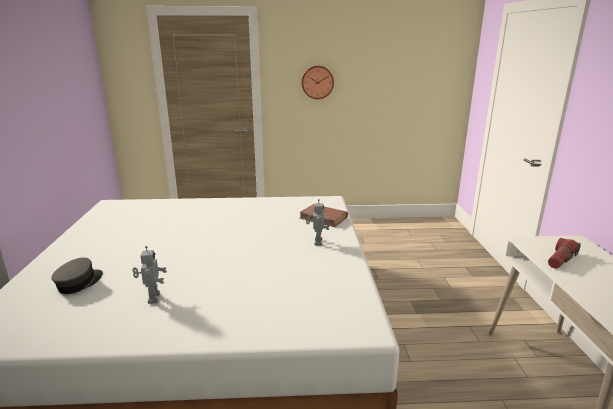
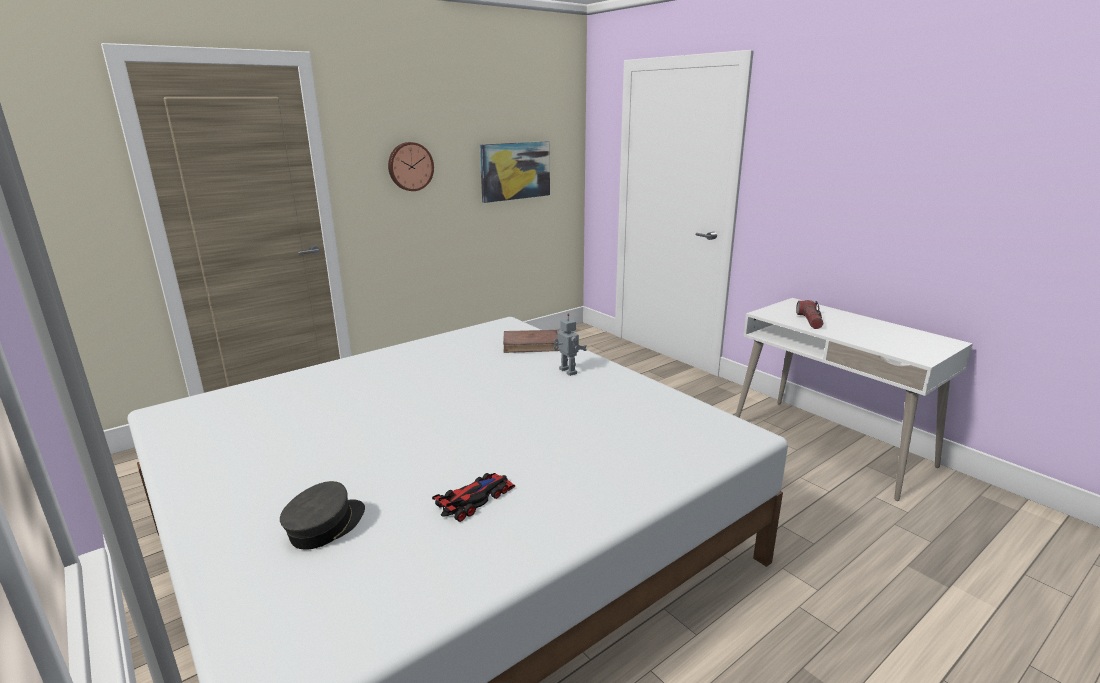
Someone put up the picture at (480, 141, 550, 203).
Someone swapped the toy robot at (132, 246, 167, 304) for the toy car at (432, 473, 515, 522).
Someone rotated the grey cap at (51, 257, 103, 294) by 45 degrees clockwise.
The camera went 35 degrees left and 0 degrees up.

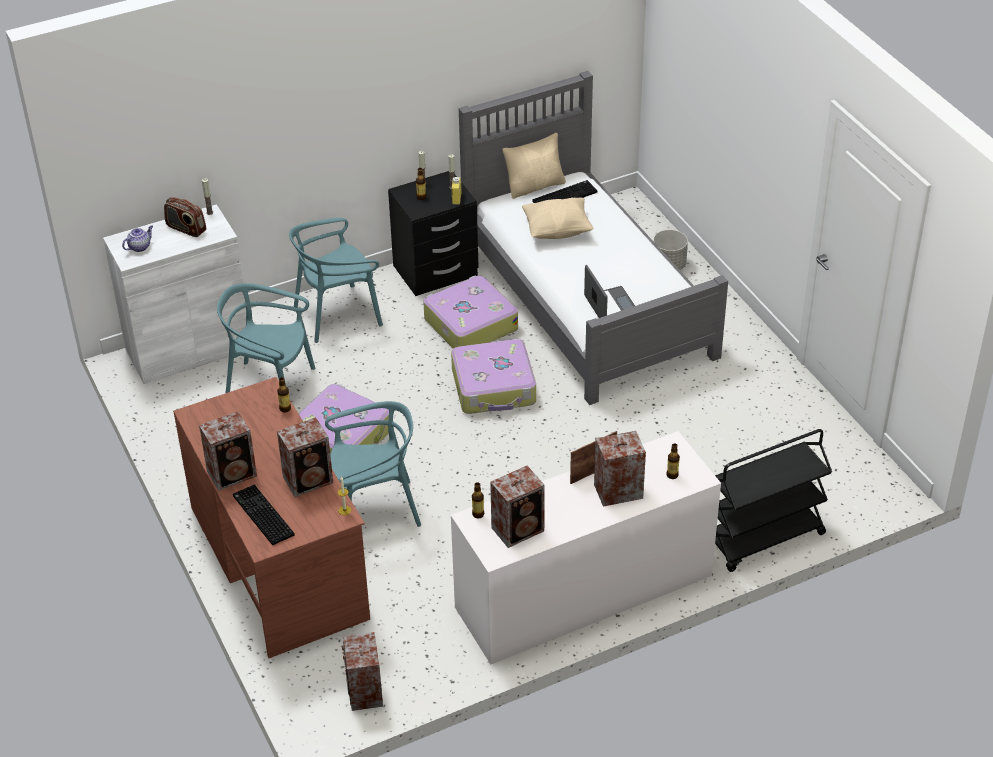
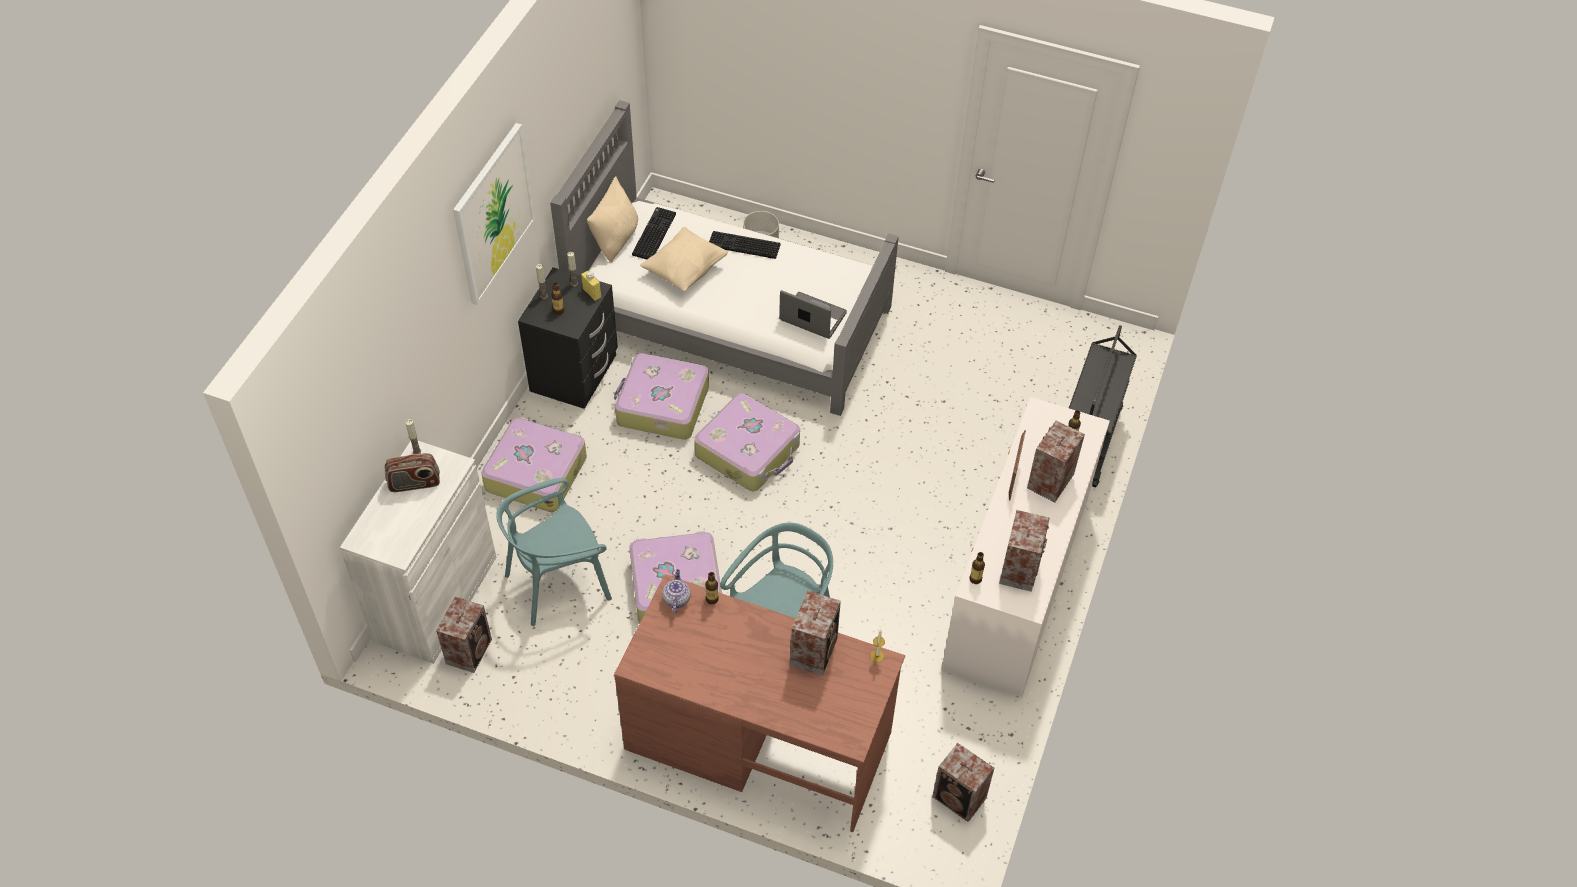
Someone put up the picture at (453, 123, 535, 305).
Someone carried the teapot from (122, 225, 153, 252) to (662, 569, 691, 614).
Someone carried the speaker from (199, 411, 257, 491) to (436, 597, 492, 673).
Someone carried the keyboard from (233, 485, 294, 545) to (709, 231, 780, 259).
Someone swapped the turquoise chair at (289, 218, 383, 343) for the suitcase at (481, 417, 587, 512).
The camera went 45 degrees left and 10 degrees up.

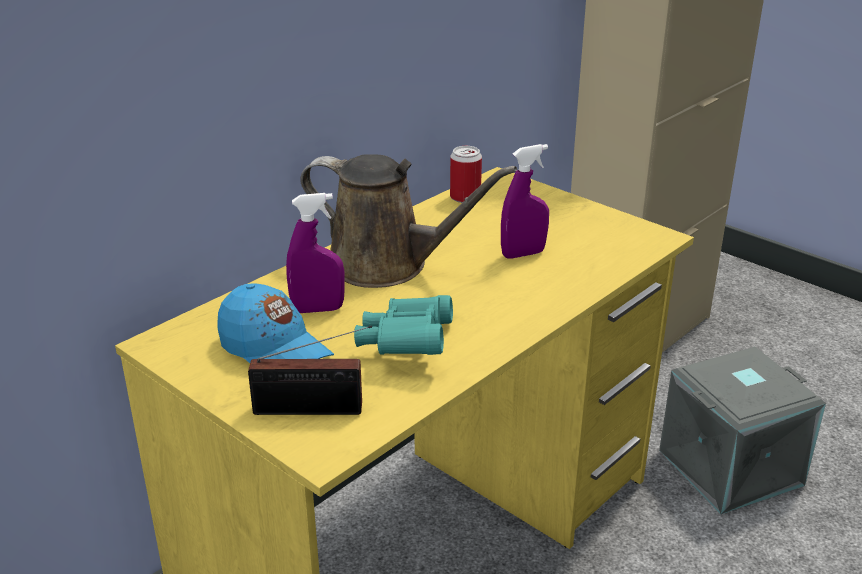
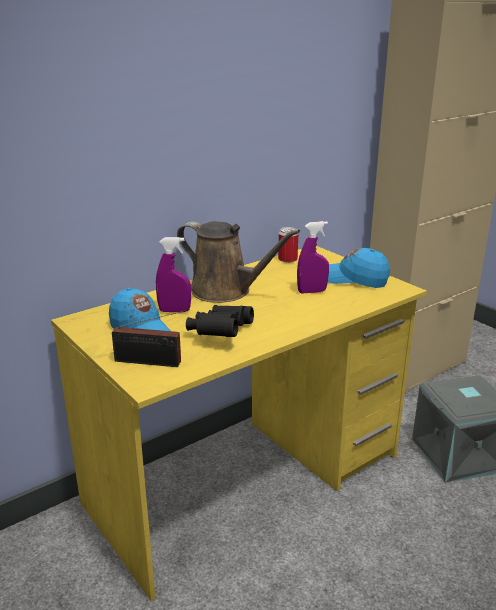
Someone put down the blue cap at (328, 248, 390, 288).
Someone repainted the turquoise binoculars at (354, 295, 453, 355), which became the black binoculars at (186, 305, 254, 337).
The camera went 10 degrees right and 5 degrees down.

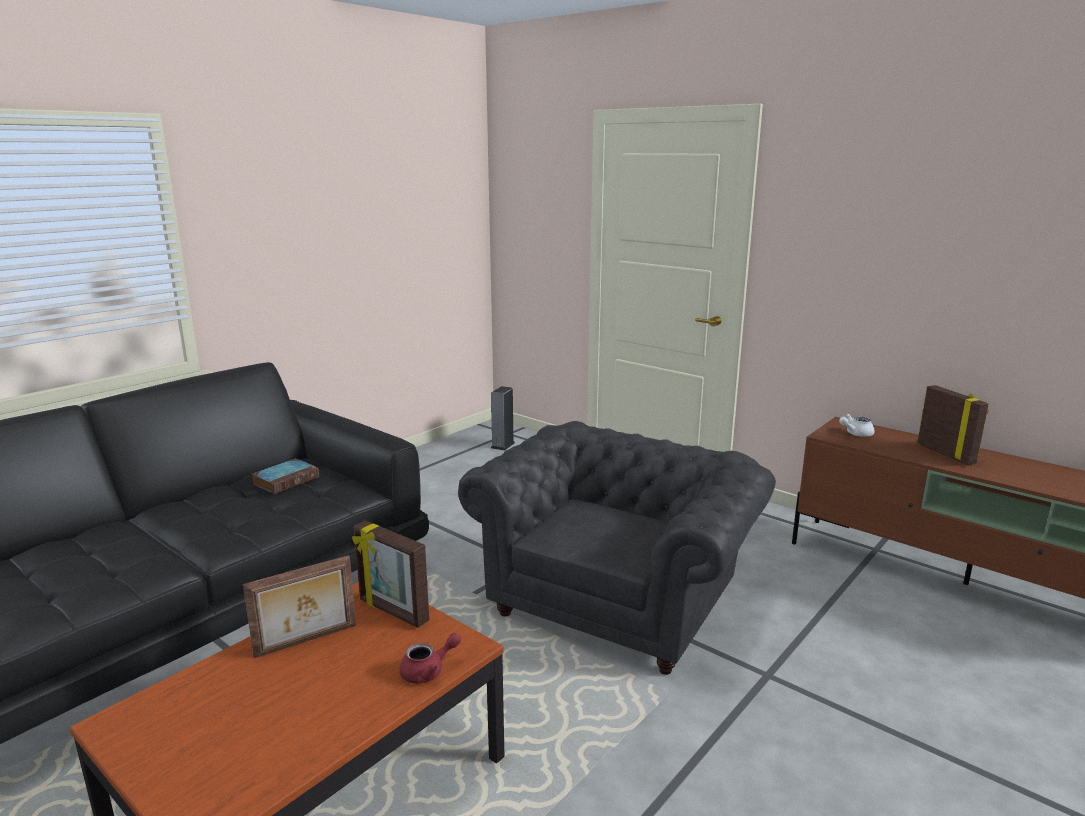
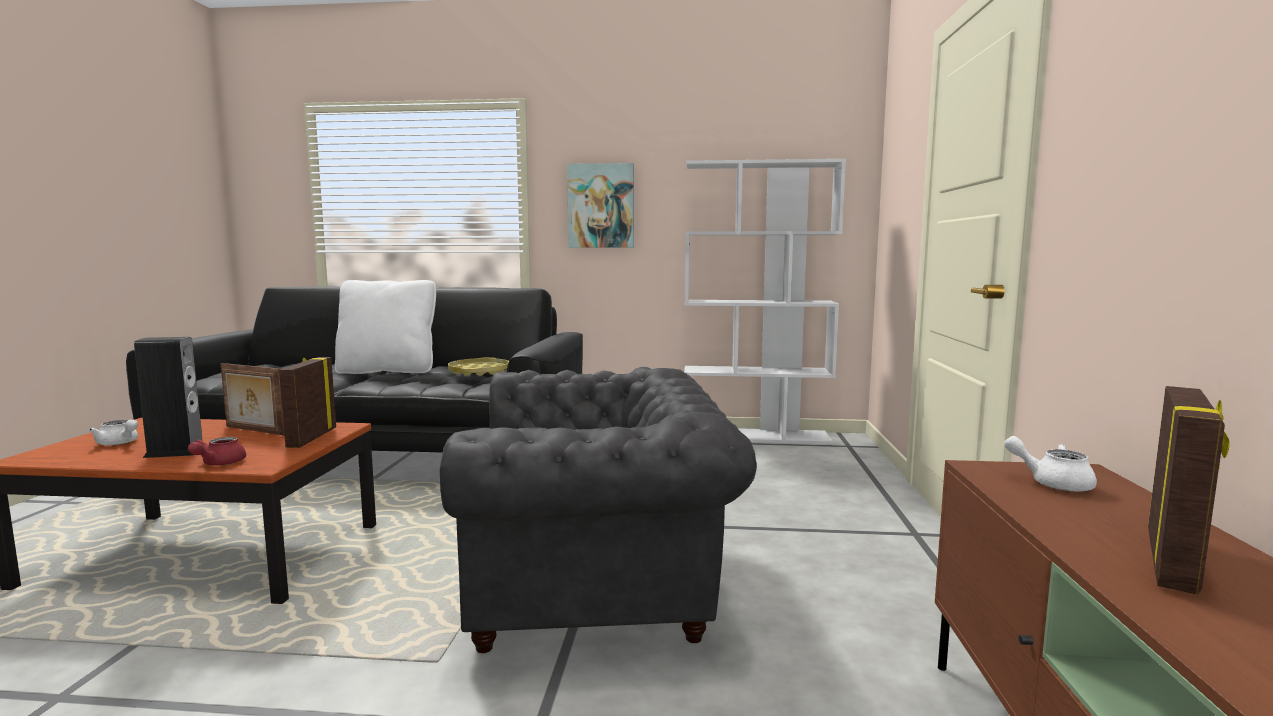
Someone put down the white teapot at (89, 419, 138, 446).
Someone put down the white pillow at (335, 280, 436, 374).
Someone put up the picture at (567, 163, 634, 248).
Someone put down the white bookcase at (684, 159, 846, 444).
Someone carried the speaker from (491, 386, 515, 451) to (134, 337, 203, 458).
Someone swapped the book at (252, 458, 319, 494) for the yellow tray at (448, 357, 509, 376).
Someone rotated the red teapot at (399, 633, 461, 684) by 75 degrees clockwise.
The camera went 55 degrees right and 10 degrees down.

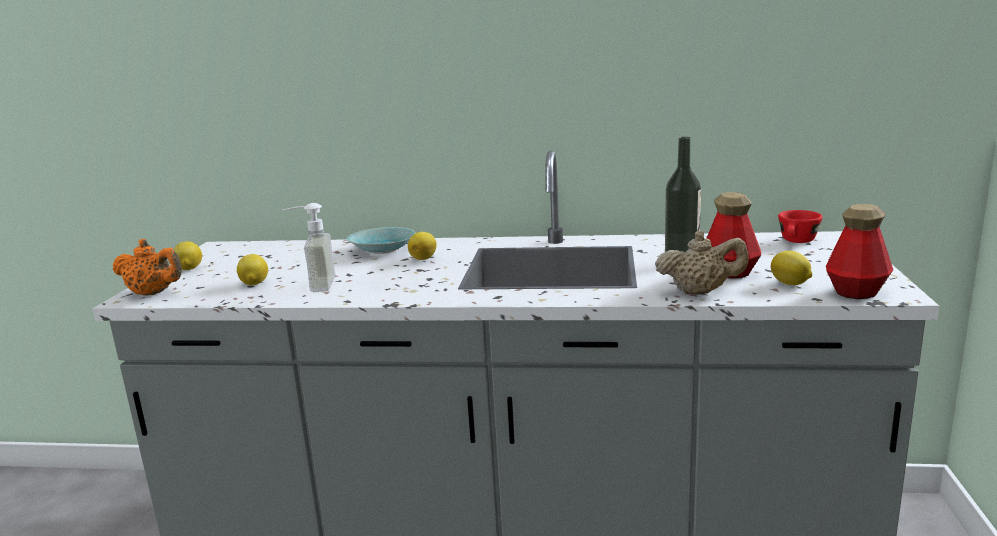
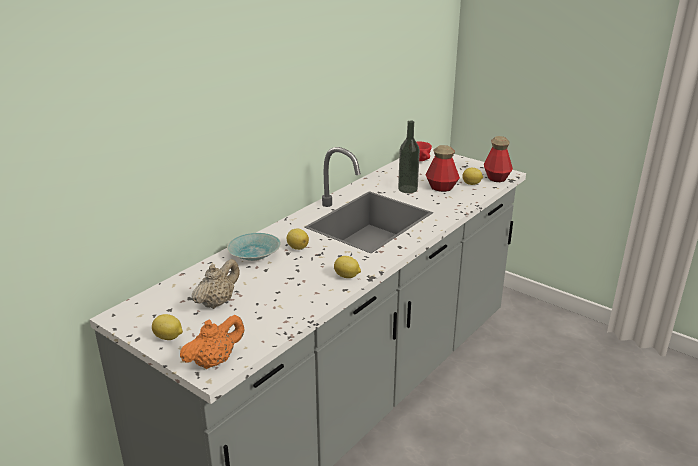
Someone took away the soap dispenser at (283, 203, 336, 292).
Someone carried the lemon from (237, 254, 268, 285) to (334, 256, 361, 278).
Someone carried the beige teapot from (655, 231, 748, 295) to (192, 259, 240, 309).
The camera went 60 degrees left and 10 degrees up.

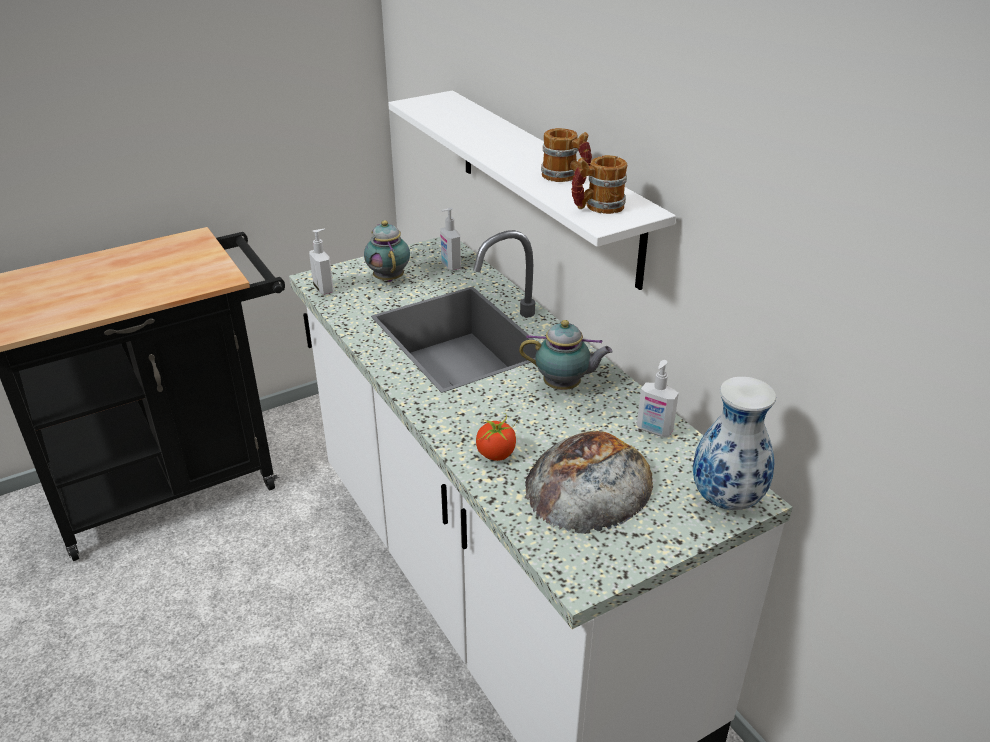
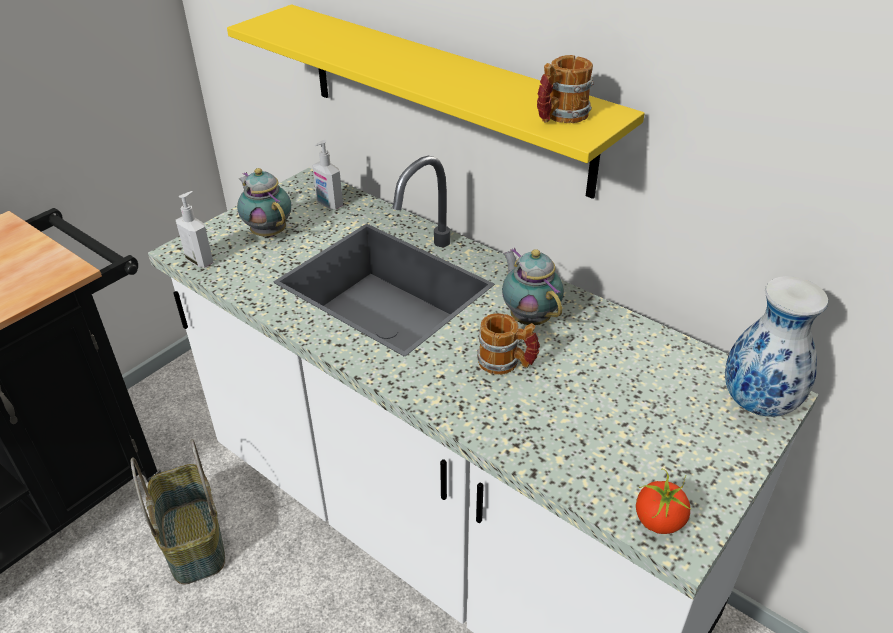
Someone took away the bread at (525, 431, 653, 534).
Someone took away the soap dispenser at (637, 360, 679, 436).
Someone put down the basket at (131, 439, 225, 585).
Someone carried the tomato from (476, 413, 518, 461) to (636, 469, 692, 534).
Someone carried the mug from (541, 128, 592, 182) to (477, 313, 540, 375).
Someone repainted the white shelf at (388, 91, 676, 290), which became the yellow shelf at (227, 5, 645, 199).
Someone rotated the teapot at (519, 320, 613, 390) by 105 degrees counterclockwise.
The camera went 20 degrees left and 5 degrees up.

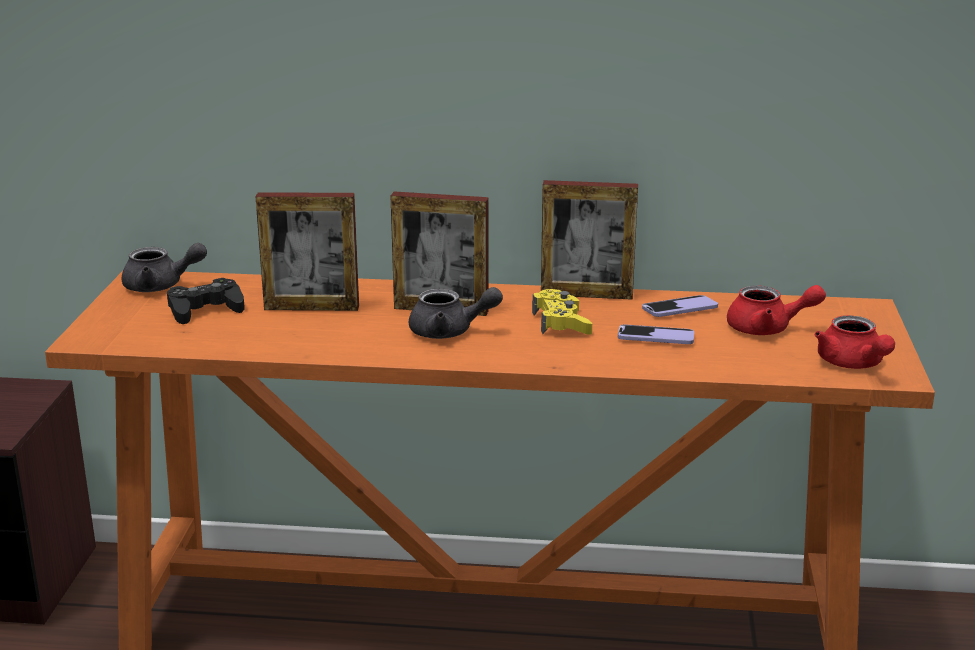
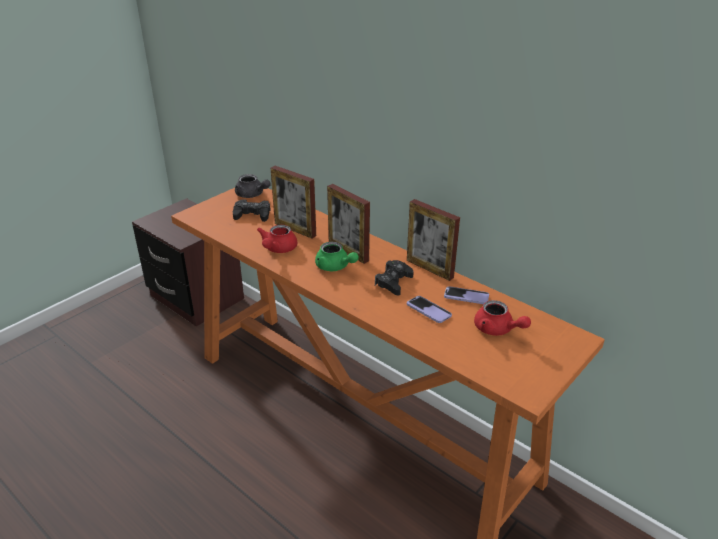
Someone carried the red teapot from (815, 315, 895, 369) to (257, 225, 297, 253).
Someone repainted the grey teapot at (409, 287, 503, 339), which became the green teapot at (315, 242, 359, 271).
Someone repainted the yellow game controller at (532, 289, 592, 335), which became the black game controller at (375, 260, 414, 295).
The camera went 35 degrees right and 10 degrees up.

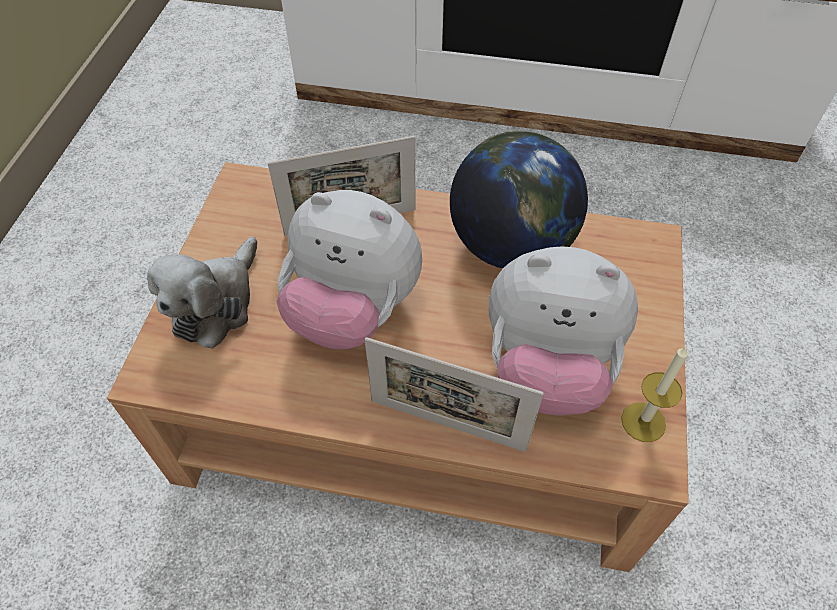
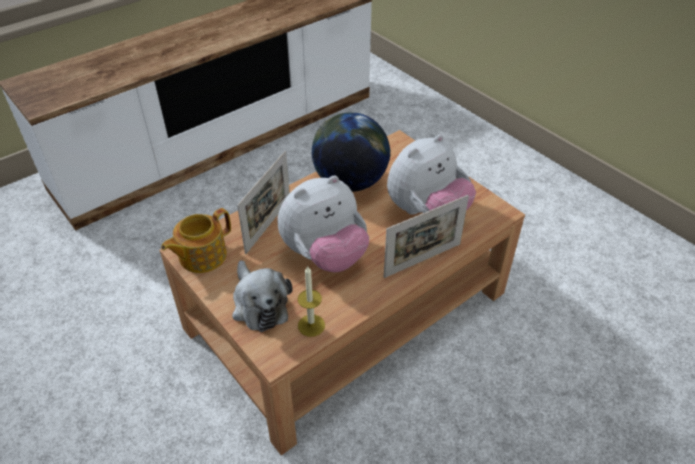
Someone put down the teapot at (161, 208, 231, 273).
Someone carried the candle from (621, 346, 688, 442) to (298, 265, 325, 337).
The camera went 50 degrees left and 10 degrees down.

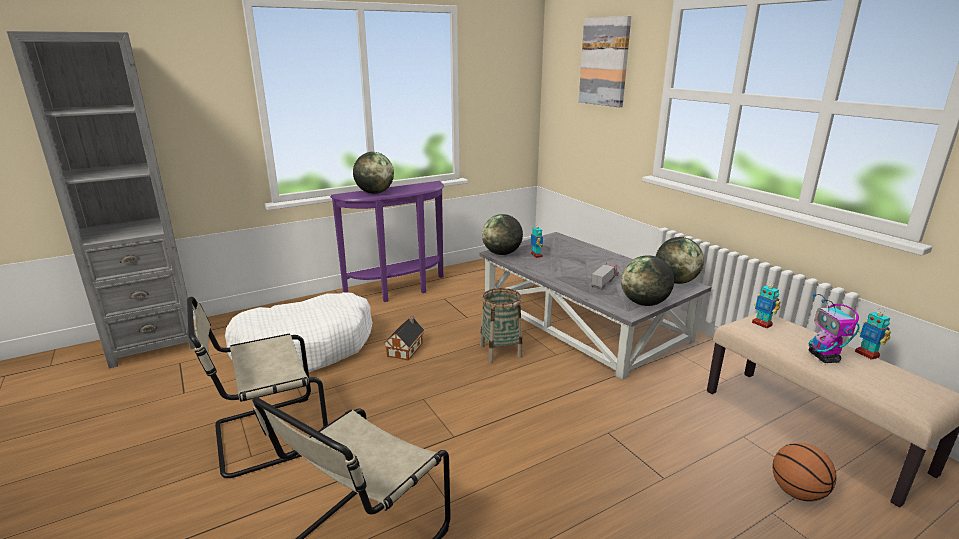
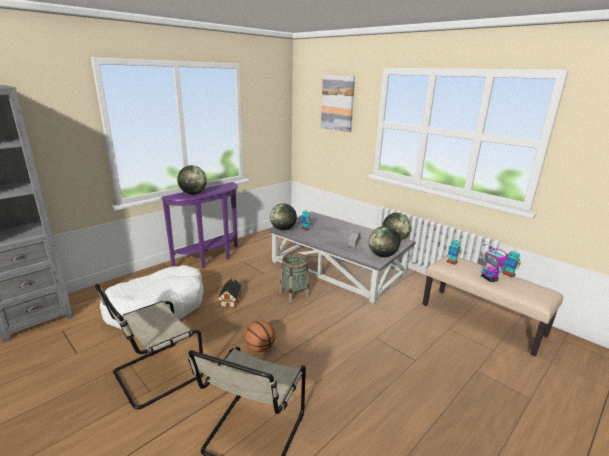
Someone carried the basketball from (772, 443, 837, 502) to (245, 321, 275, 352).
The camera went 15 degrees left and 0 degrees up.

